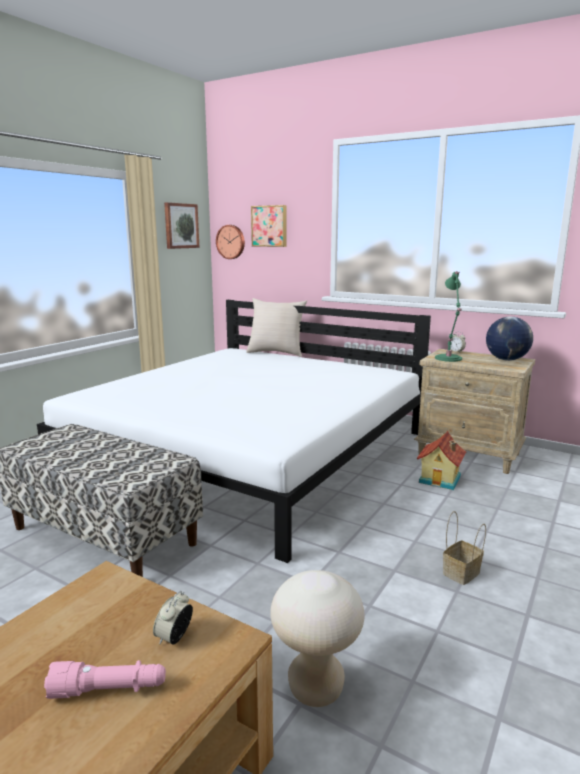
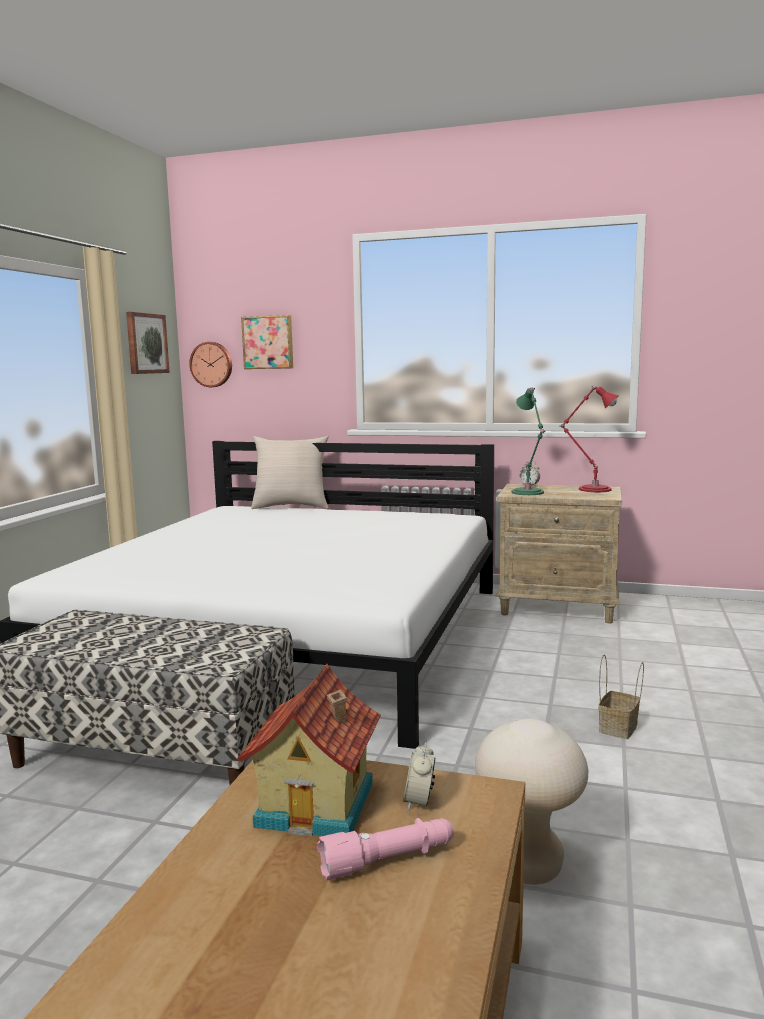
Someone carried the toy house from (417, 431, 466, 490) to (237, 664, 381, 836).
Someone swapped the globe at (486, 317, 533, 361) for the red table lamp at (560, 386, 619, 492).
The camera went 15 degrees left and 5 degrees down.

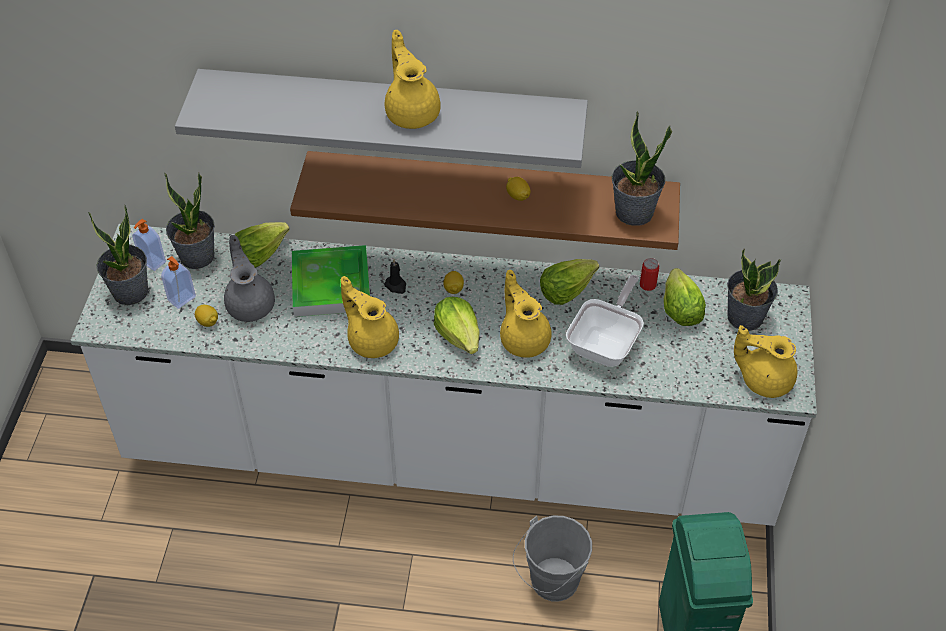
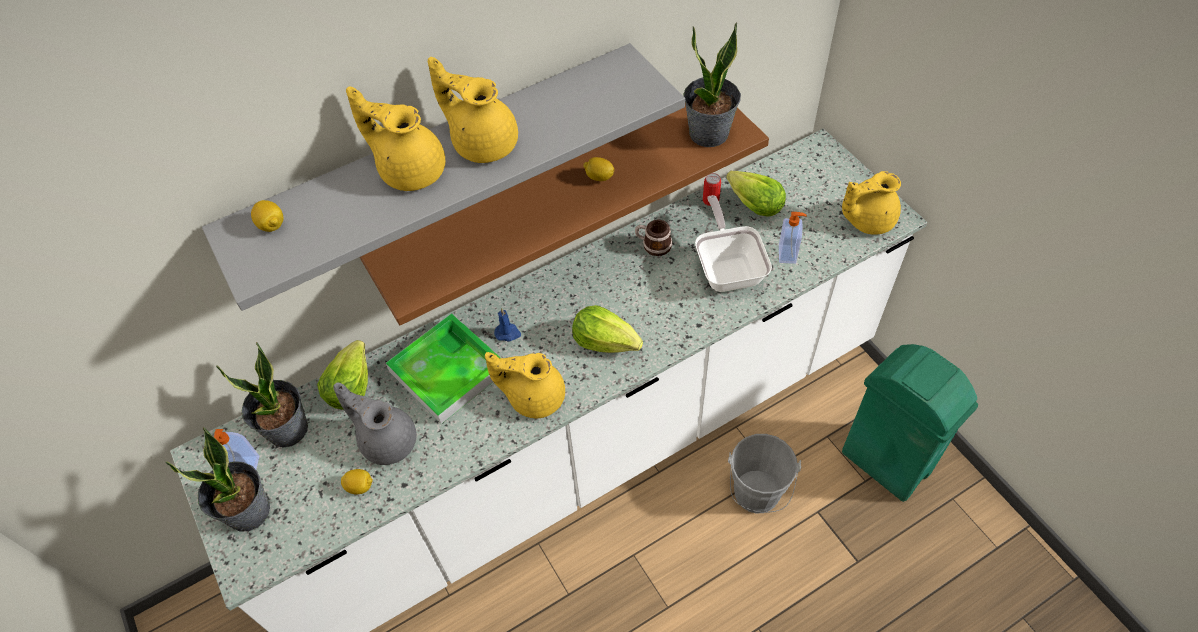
Someone took away the potted plant at (727, 248, 781, 331).
Someone carried the soap dispenser from (161, 256, 196, 309) to (779, 212, 807, 264).
Someone carried the lemon from (444, 271, 464, 294) to (251, 200, 284, 232).
Someone carried the yellow teapot from (500, 270, 552, 358) to (346, 86, 445, 191).
Someone swapped the lettuce at (540, 259, 599, 305) for the mug at (635, 219, 672, 256).
Someone repainted the black candle at (384, 259, 406, 294), which became the blue candle at (494, 308, 521, 342).
The camera went 35 degrees left and 5 degrees up.

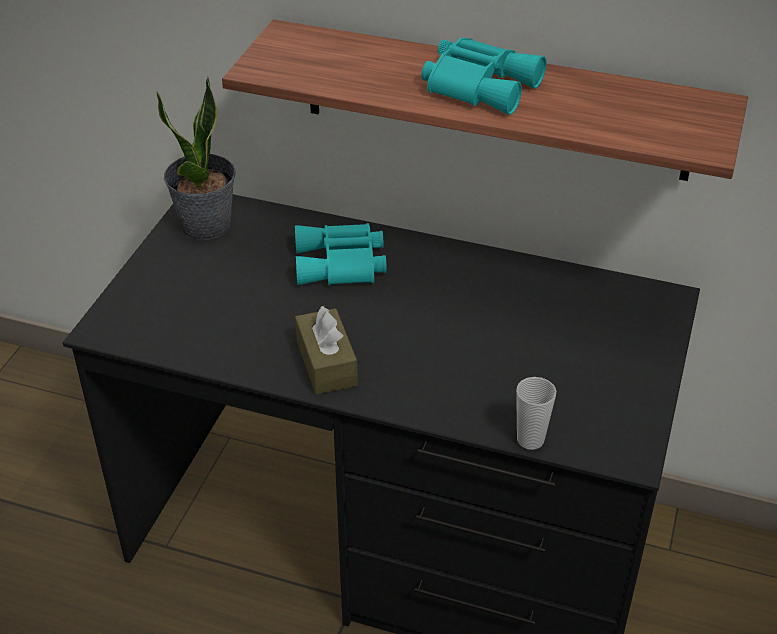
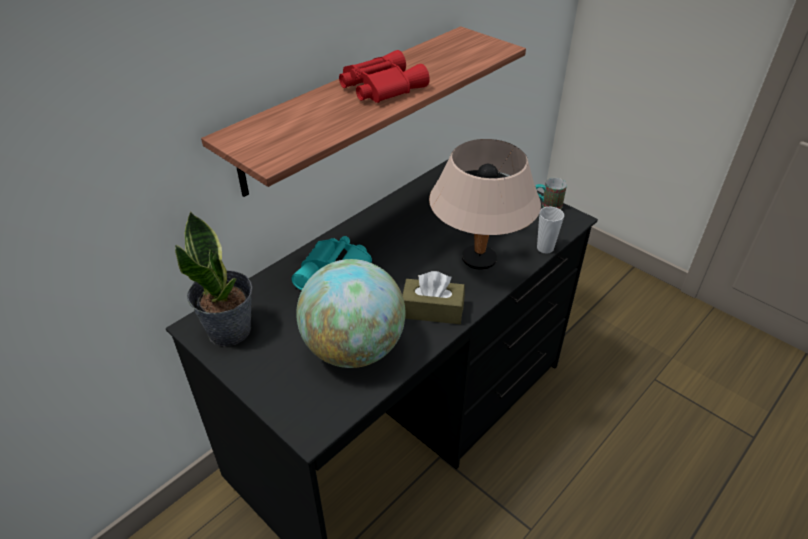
Someone put down the globe at (296, 259, 406, 368).
Someone put down the beige table lamp at (429, 139, 541, 269).
Someone put down the mug at (535, 178, 567, 210).
Someone repainted the turquoise binoculars at (421, 38, 546, 115), which became the red binoculars at (339, 50, 430, 103).
The camera went 65 degrees left and 0 degrees up.

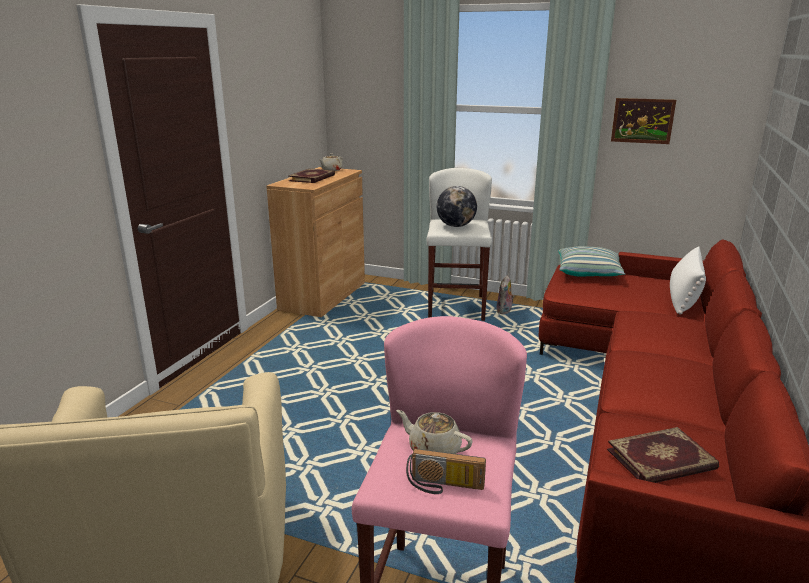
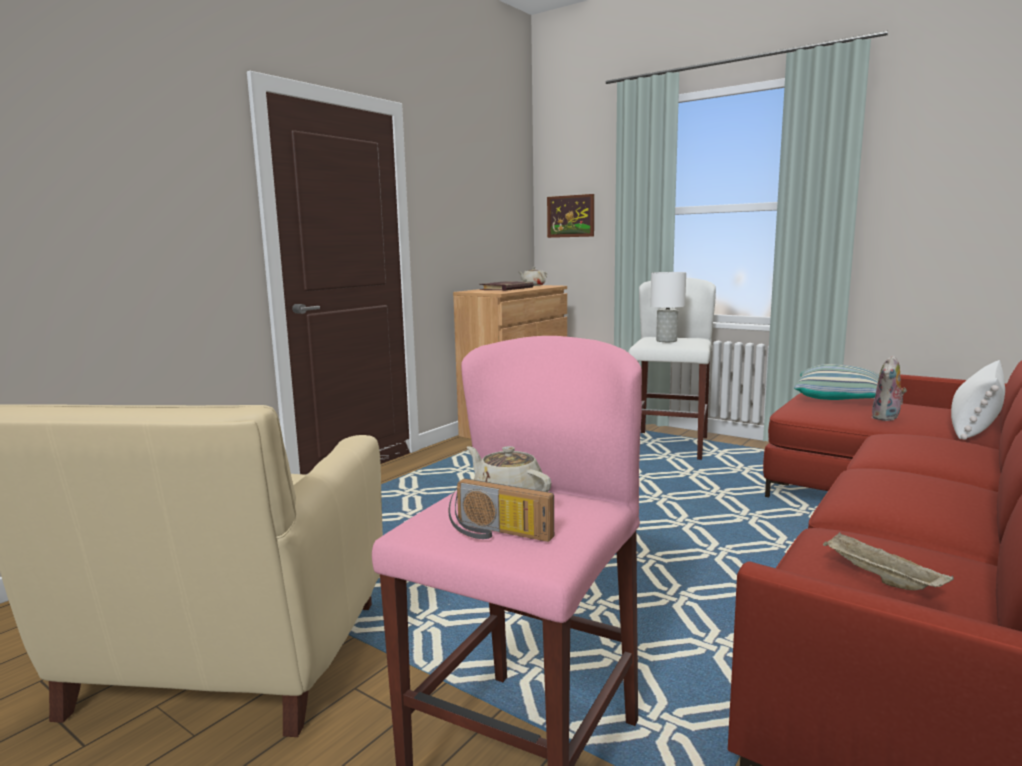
Someone carried the plush toy from (497, 275, 515, 314) to (872, 355, 907, 421).
Someone carried the picture from (611, 98, 676, 144) to (547, 194, 594, 238).
Someone swapped the globe at (437, 186, 477, 227) for the white table lamp at (650, 272, 686, 342).
Someone swapped the book at (607, 427, 719, 483) for the beige tray at (823, 533, 954, 590).
The camera went 15 degrees right and 10 degrees down.

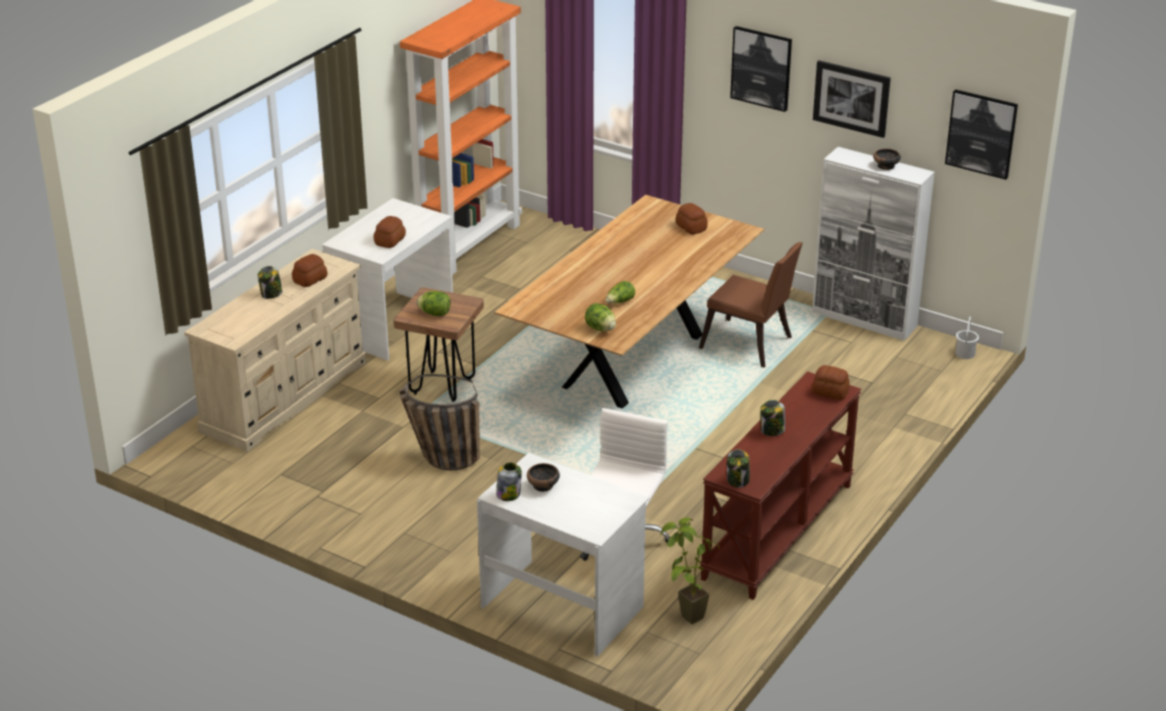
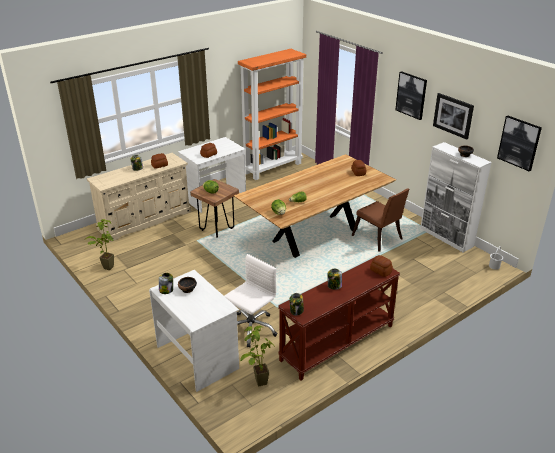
Someone took away the basket at (399, 374, 480, 470).
Someone put down the potted plant at (86, 219, 114, 270).
The camera went 20 degrees right and 0 degrees up.

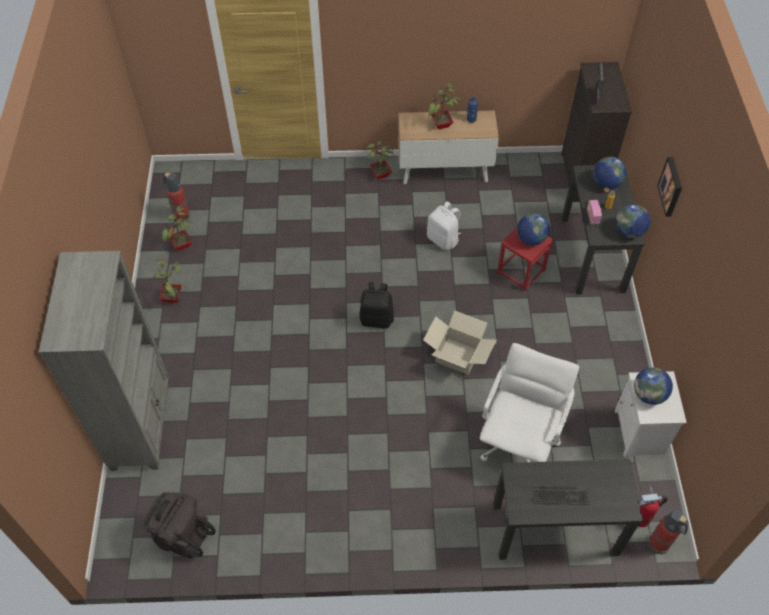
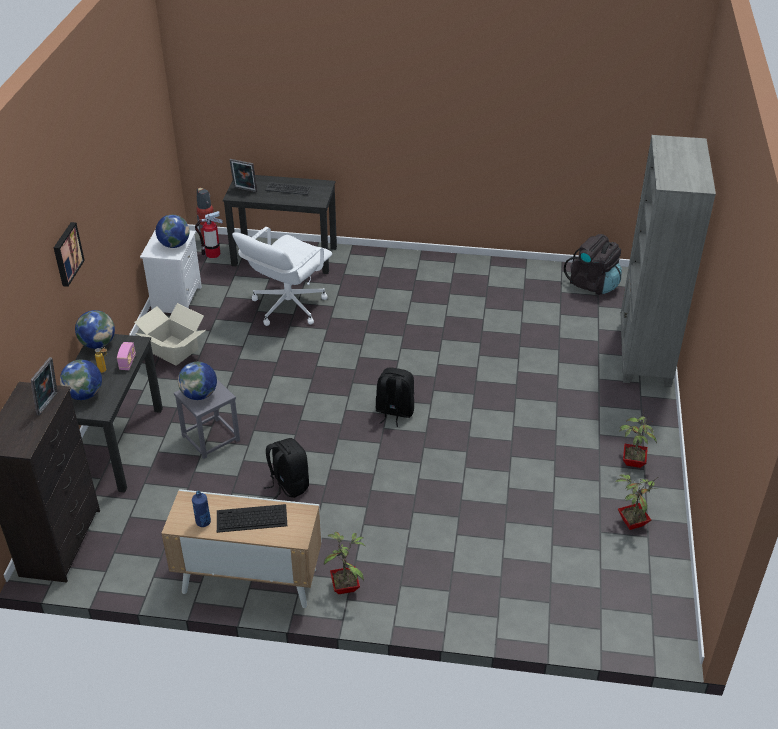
Someone took away the fire extinguisher at (163, 172, 190, 222).
Someone put down the picture frame at (229, 159, 257, 192).
Someone carried the cardboard box from (423, 310, 496, 375) to (134, 303, 206, 366).
Someone swapped the potted plant at (428, 82, 461, 129) for the keyboard at (217, 504, 287, 533).
Someone repainted the white backpack at (427, 201, 461, 250), which became the black backpack at (264, 438, 309, 500).
Someone repainted the red stool at (497, 228, 553, 291), which became the grey stool at (174, 379, 240, 459).
The camera went 170 degrees left and 15 degrees down.

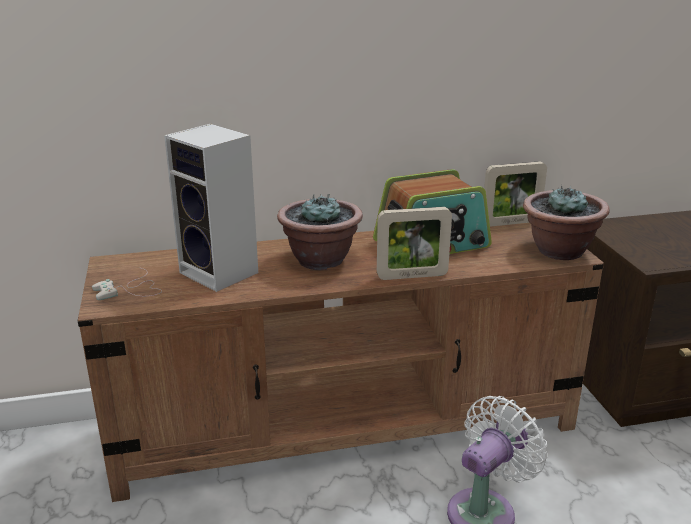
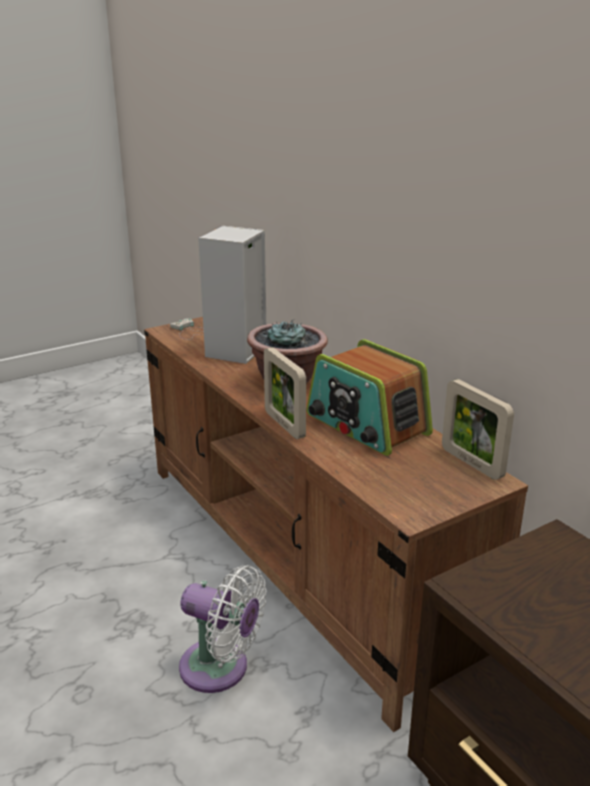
Someone took away the potted plant at (523, 185, 610, 260).
The camera went 70 degrees right and 0 degrees up.

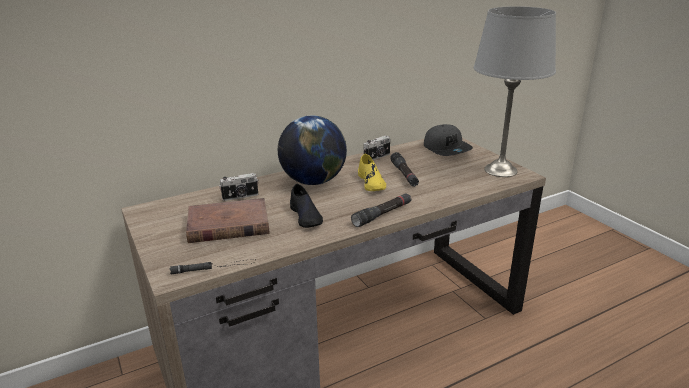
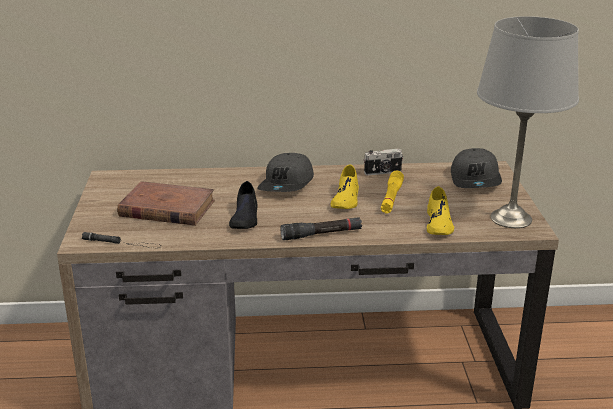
Someone took away the photo camera at (219, 173, 259, 201).
Someone put down the yellow shoe at (427, 186, 454, 235).
Someone swapped the globe at (278, 115, 347, 185) for the grey cap at (257, 153, 314, 192).
Someone repainted the black flashlight at (390, 152, 419, 187), which became the yellow flashlight at (381, 171, 404, 214).
The camera went 25 degrees right and 0 degrees up.

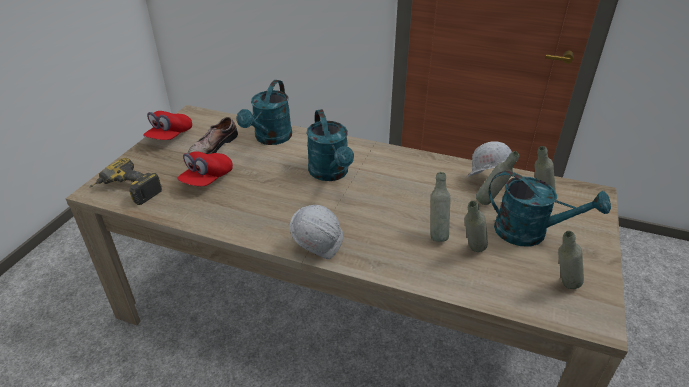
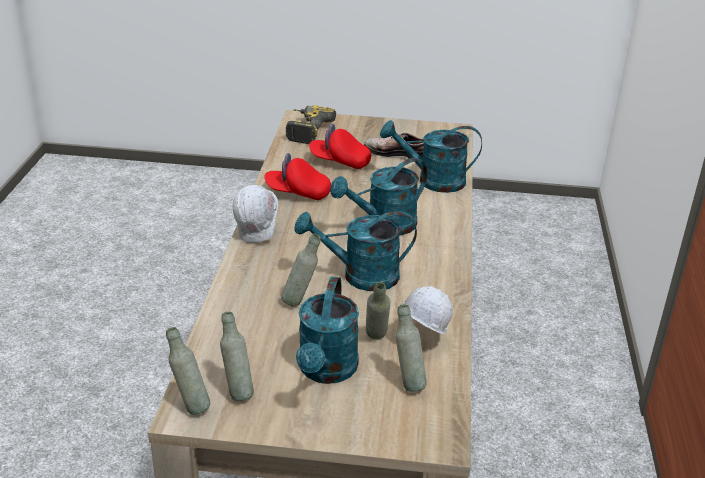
Someone put down the turquoise watering can at (294, 211, 417, 291).
Someone carried the red cap from (143, 111, 192, 140) to (264, 153, 331, 200).
Someone carried the grey bottle from (465, 201, 488, 252) to (166, 327, 210, 415).
The camera went 75 degrees right and 5 degrees down.

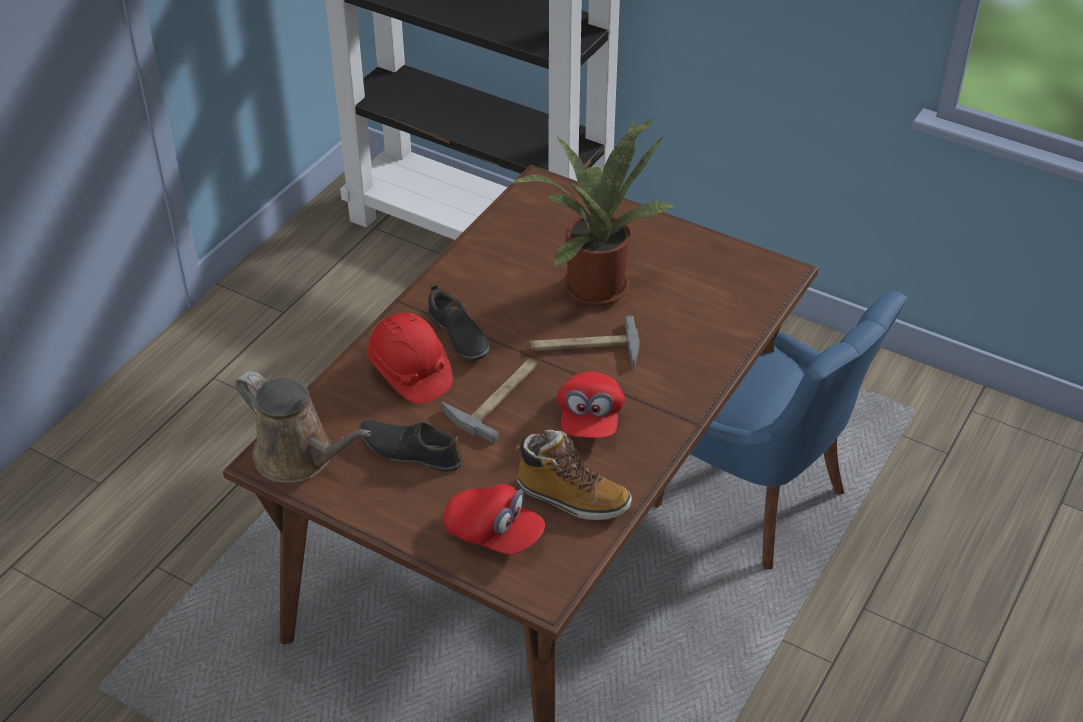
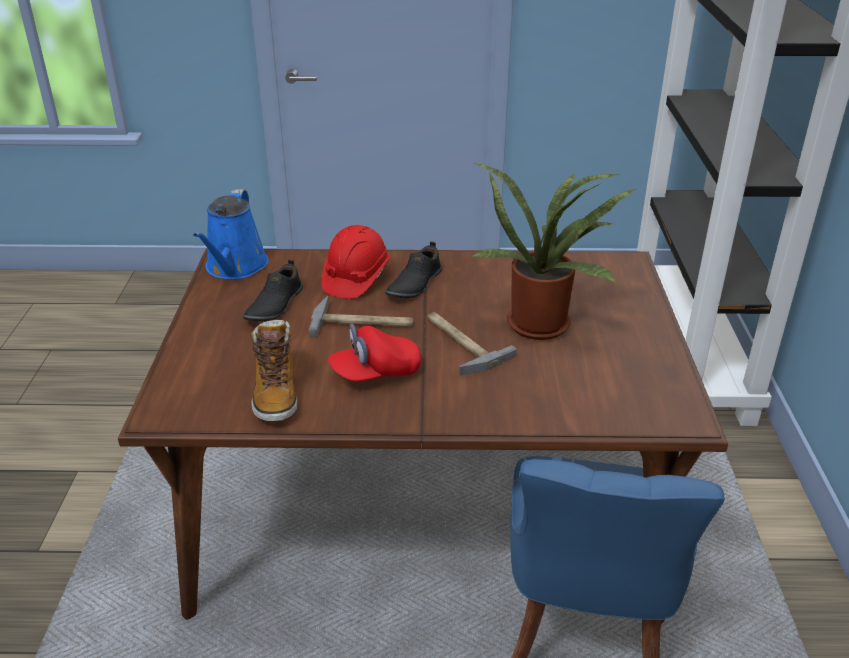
Someone took away the red cap at (444, 484, 545, 555).
Someone repainted the brown watering can at (235, 371, 372, 483), which became the blue watering can at (193, 189, 269, 280).
Someone rotated the black shoe at (359, 420, 463, 472) by 150 degrees counterclockwise.
The camera went 60 degrees right and 10 degrees down.

